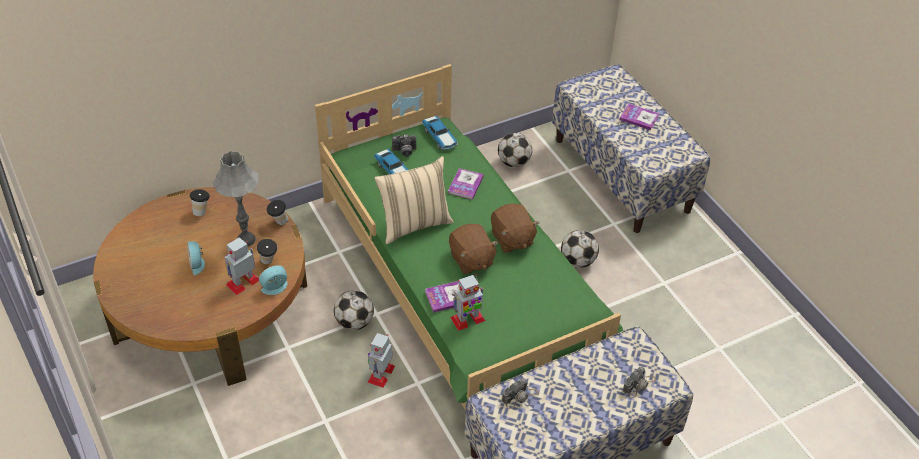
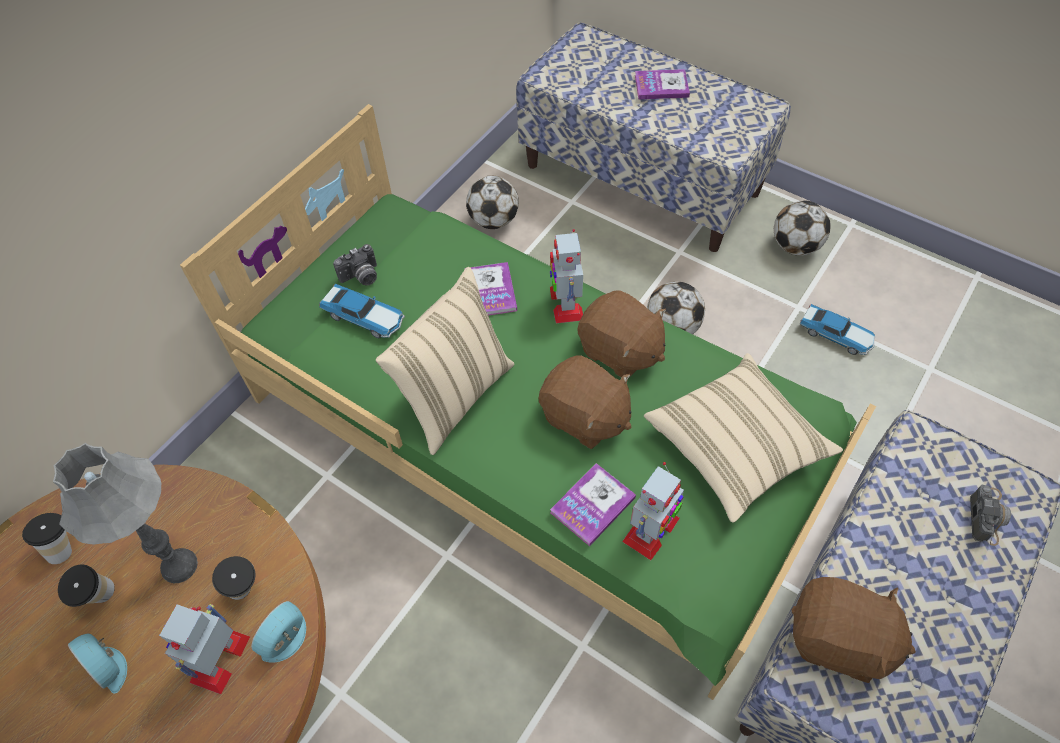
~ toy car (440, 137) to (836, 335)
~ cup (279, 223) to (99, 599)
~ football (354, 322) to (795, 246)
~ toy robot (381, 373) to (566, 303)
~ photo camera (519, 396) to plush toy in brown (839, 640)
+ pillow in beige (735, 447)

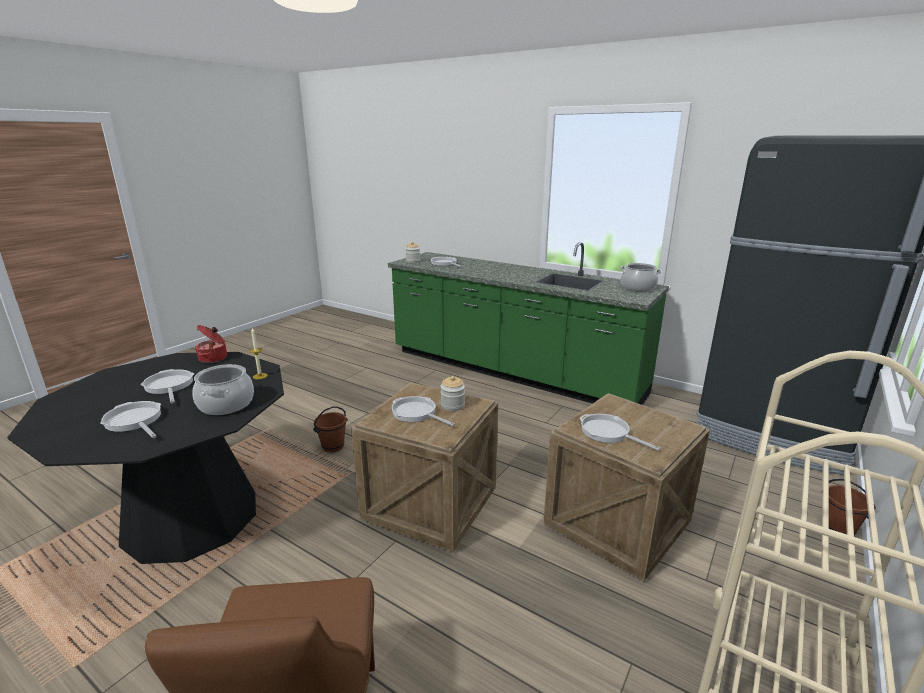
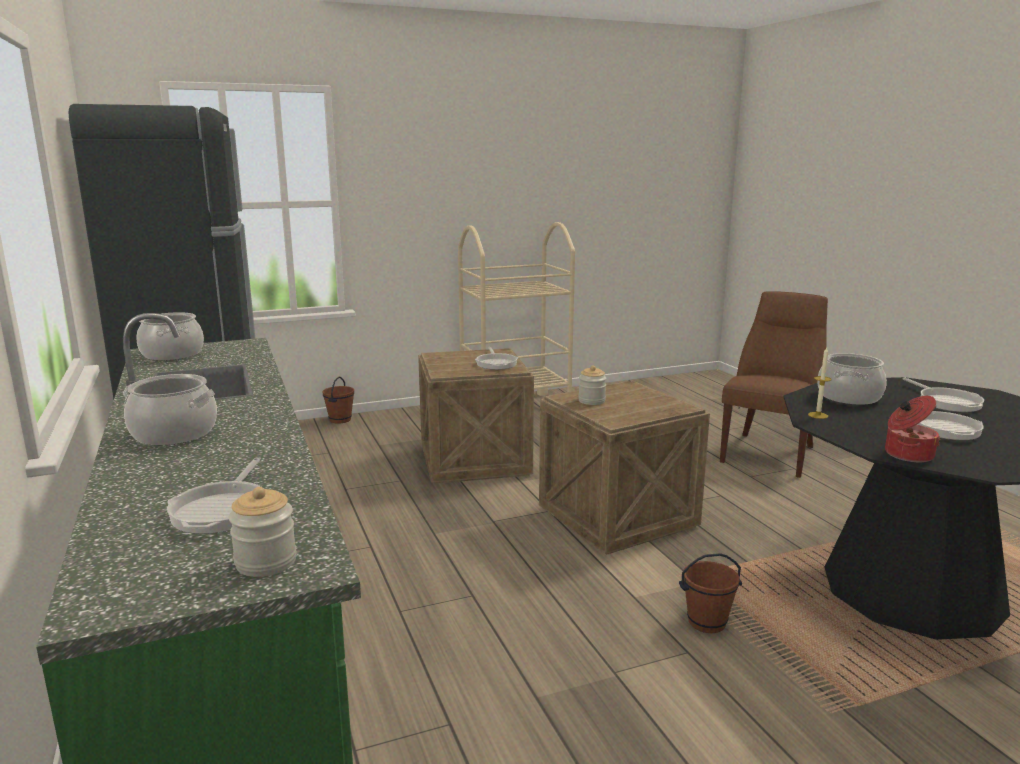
- frying pan (416, 413)
+ cooking pot (174, 433)

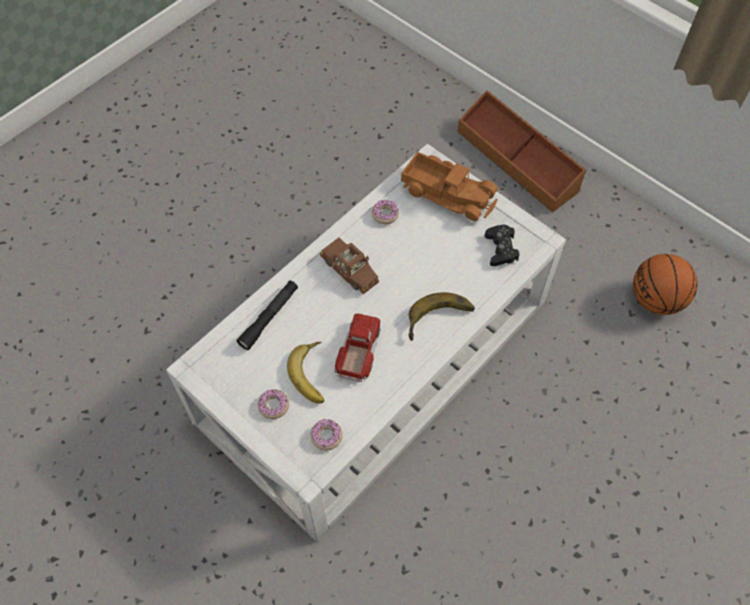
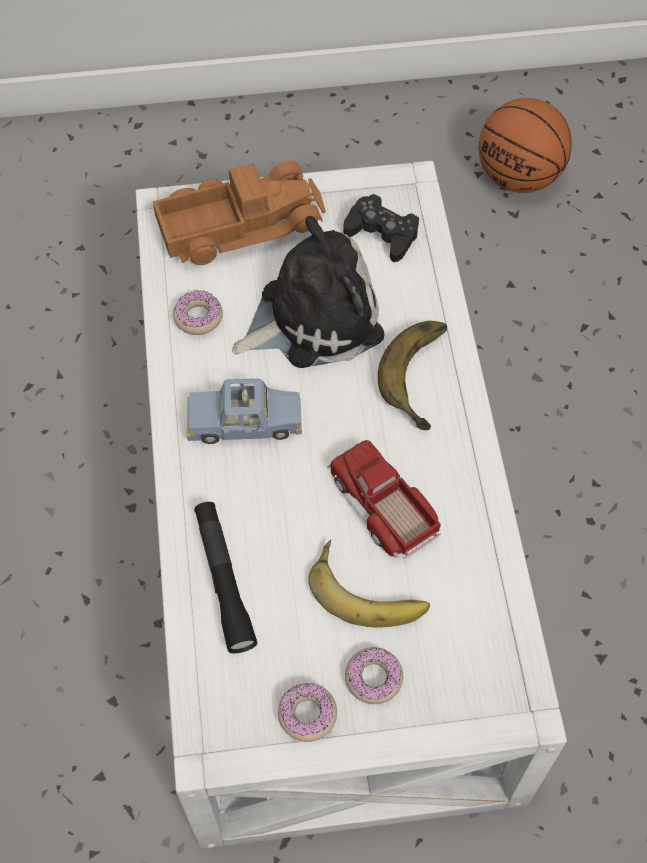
- storage box in brown (517, 160)
~ toy car in brown (350, 269) to toy car in blue (245, 422)
~ donut (326, 436) to (307, 714)
+ plush toy (312, 317)

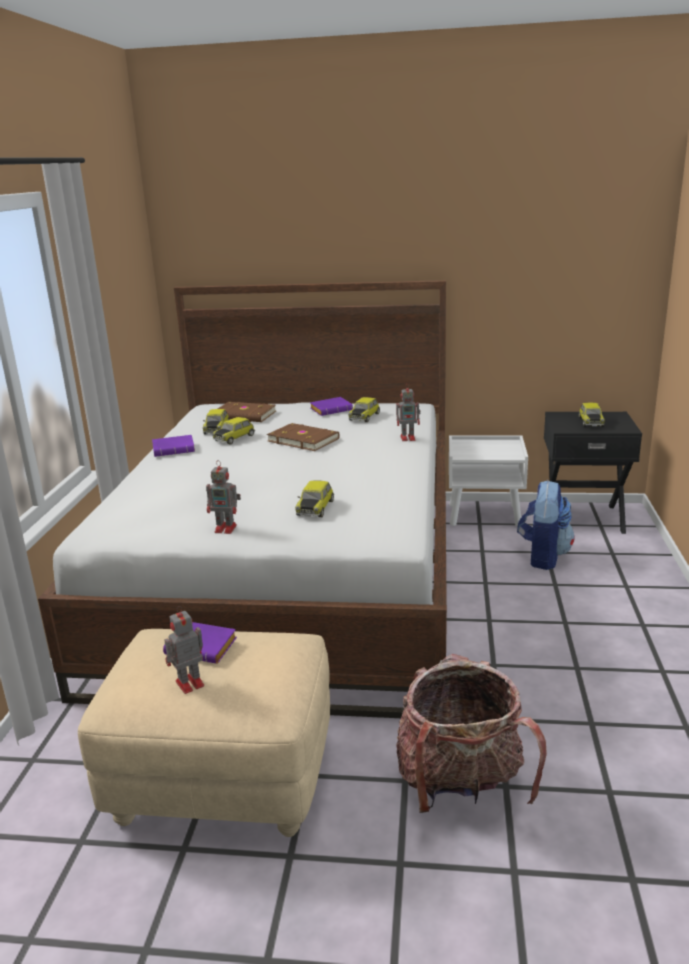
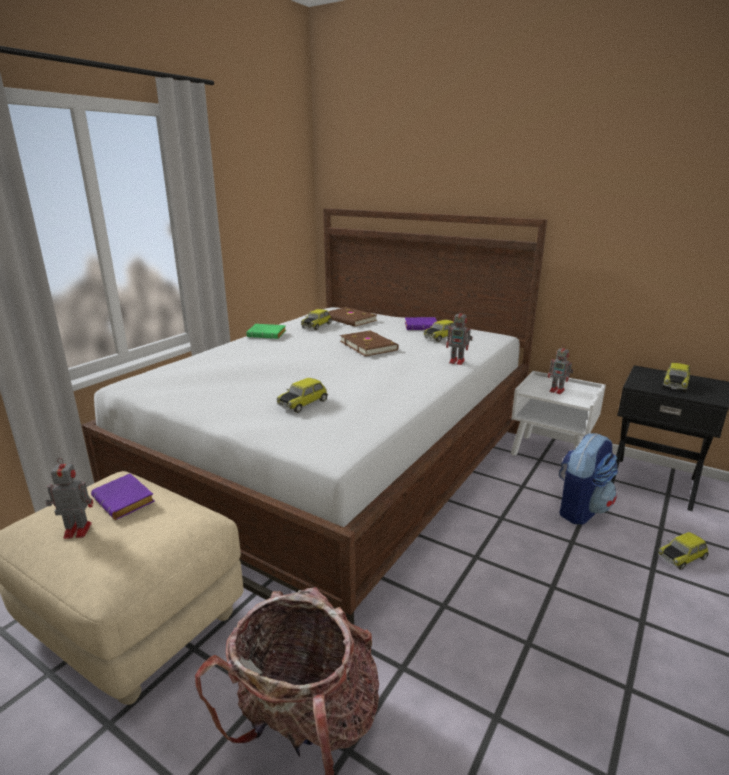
~ toy car (234, 438) to (681, 557)
~ book in purple (175, 449) to book in green (268, 335)
~ toy robot (227, 528) to (557, 391)

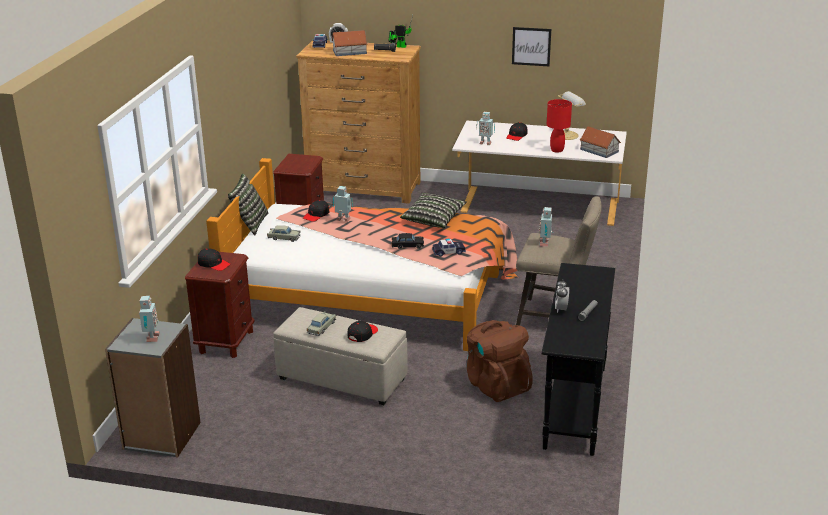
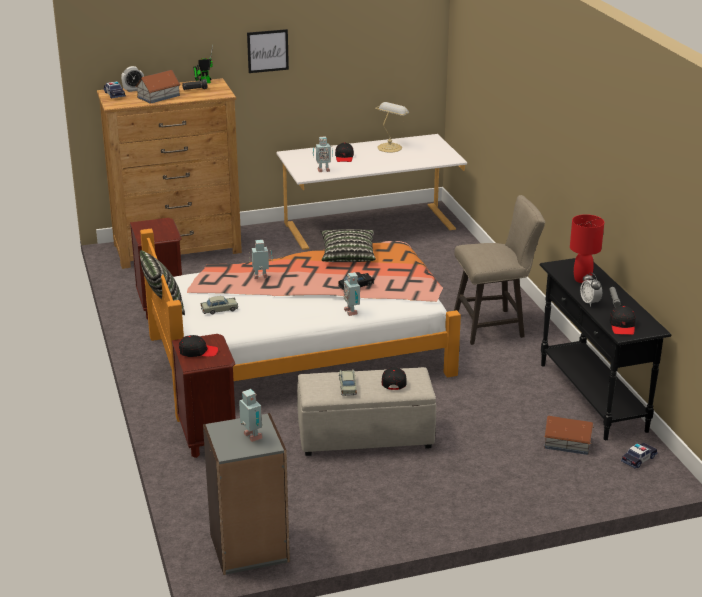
~ picture (531, 46) to (267, 51)
~ table lamp in red (557, 150) to (582, 280)
~ toy house (599, 150) to (567, 443)
~ cap in black (316, 215) to (622, 326)
~ toy robot (545, 243) to (352, 311)
~ toy car (448, 252) to (639, 459)
- backpack in brown (496, 385)

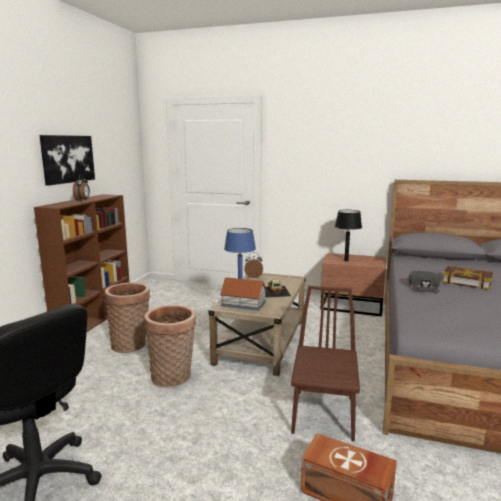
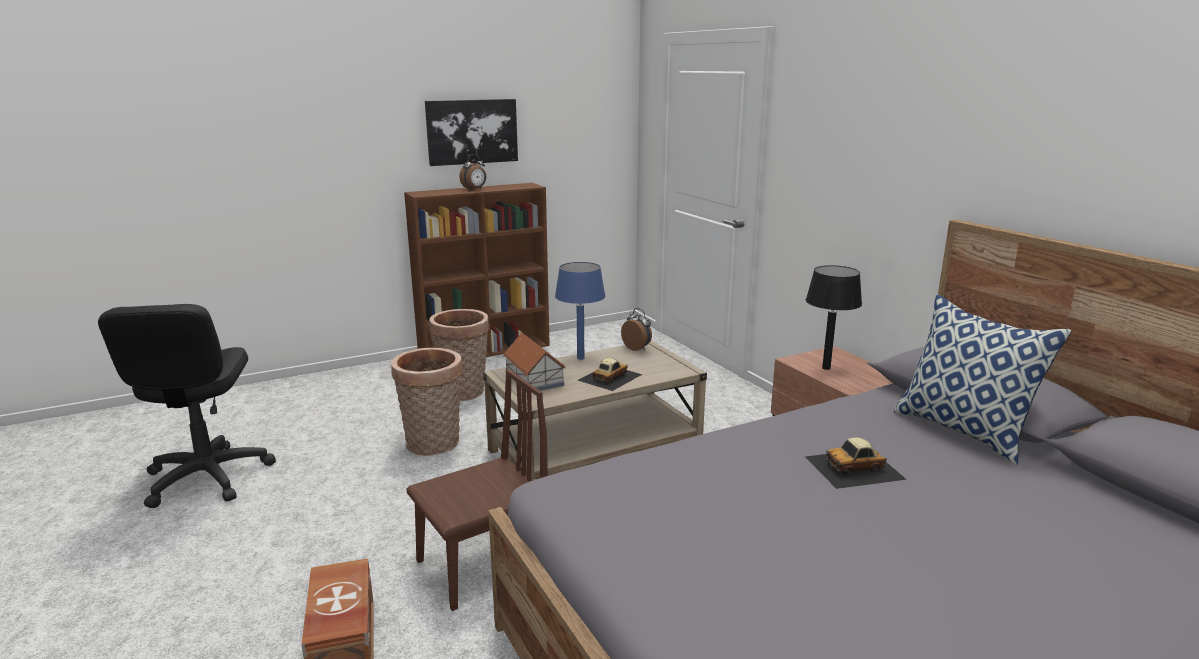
~ book (466, 281) to toy car (854, 468)
- cap in black (424, 286)
+ pillow (964, 431)

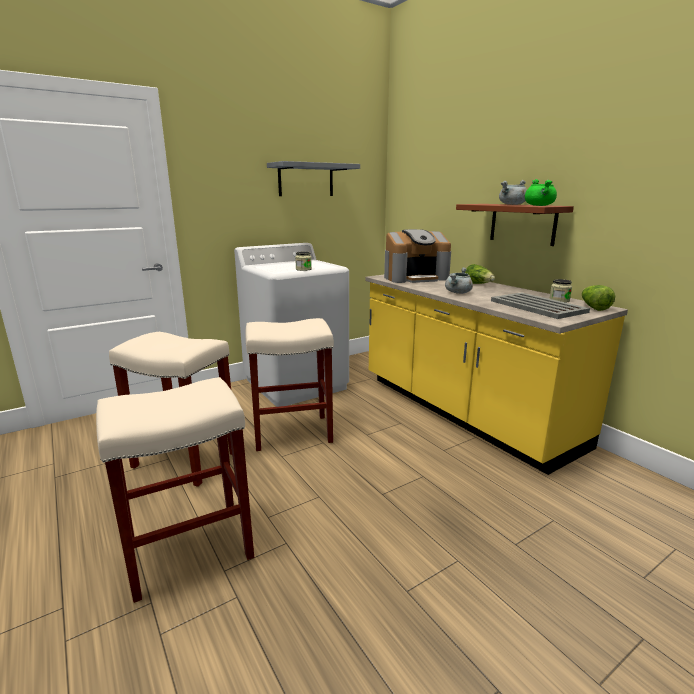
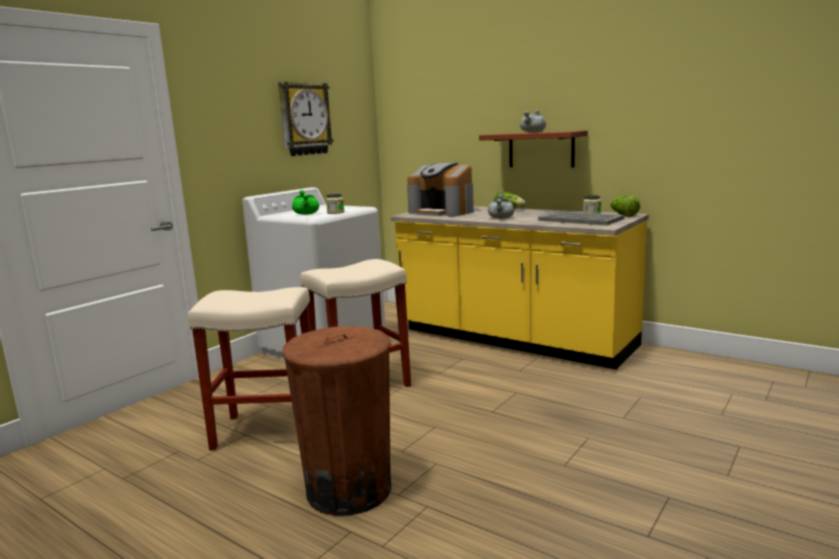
~ shelf in grey (306, 180) to wall clock (304, 119)
~ cooking pot in green (539, 205) to (306, 214)
~ coffee machine (415, 278) = (442, 212) 75 degrees clockwise
~ stool in beige (191, 548) to trash can in brown (349, 489)

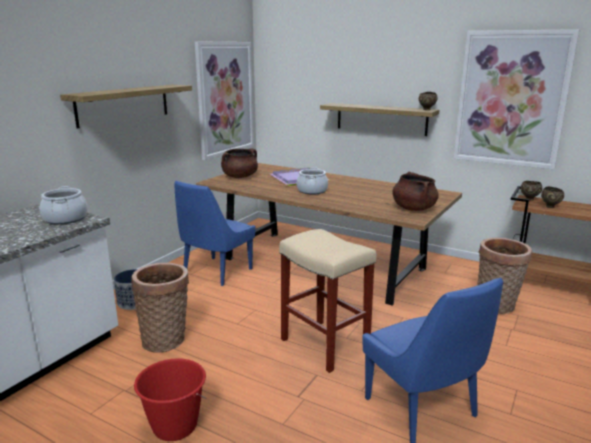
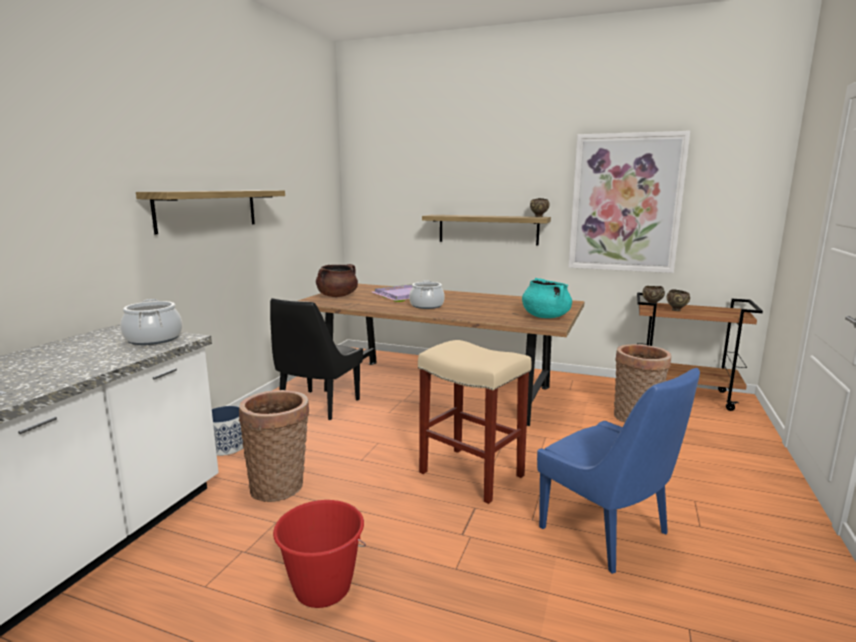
- picture (225, 99)
~ cooking pot in brown (413, 208) to cooking pot in turquoise (545, 316)
~ chair in blue (215, 272) to chair in black (317, 406)

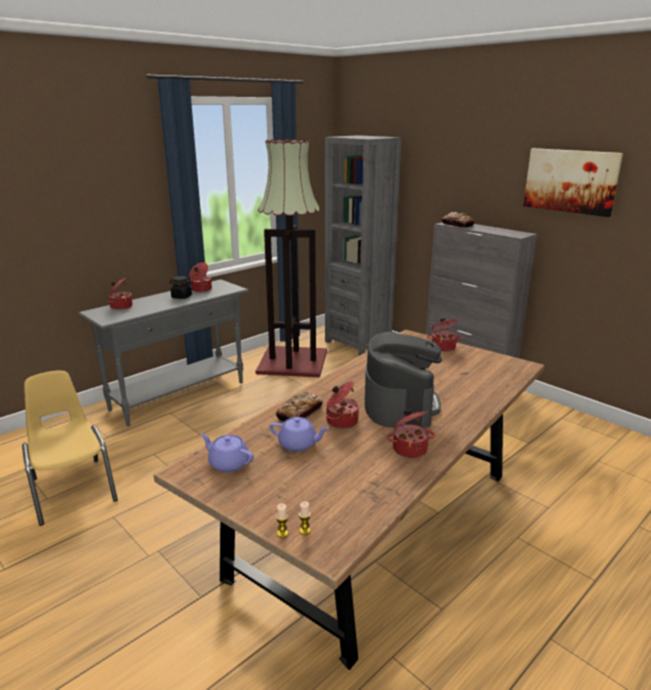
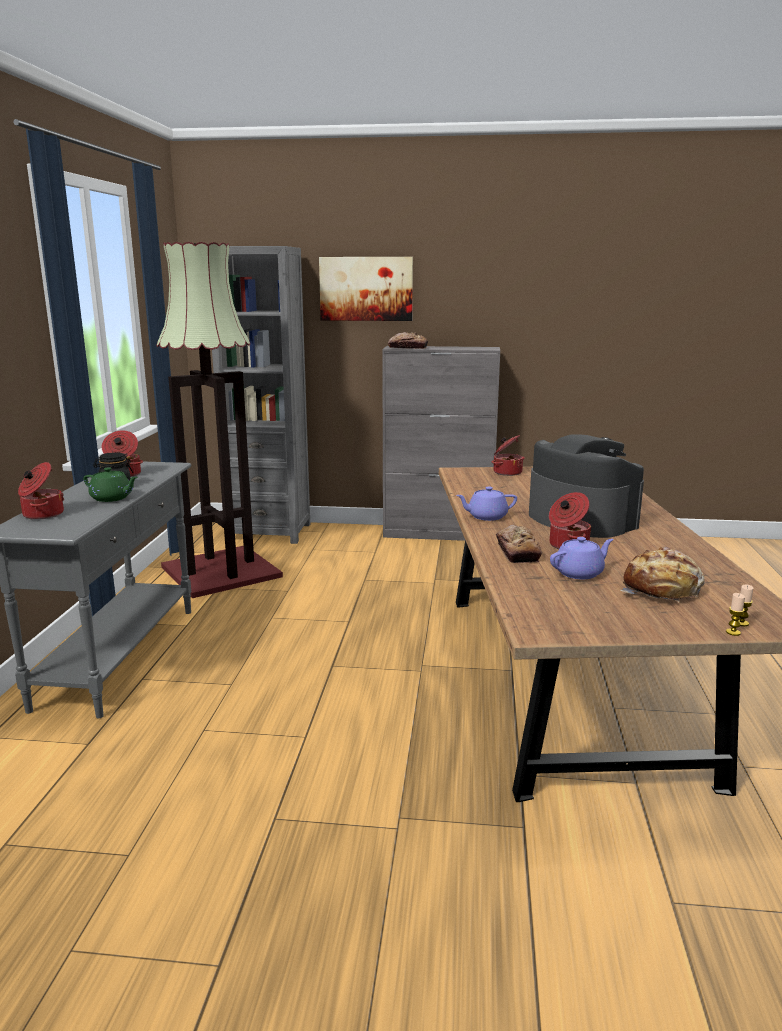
~ picture (570, 181) to (366, 289)
- chair in yellow (73, 489)
- cooking pot (409, 449)
~ teapot in purple (228, 463) to (486, 517)
+ teapot in green (112, 498)
+ bread (661, 590)

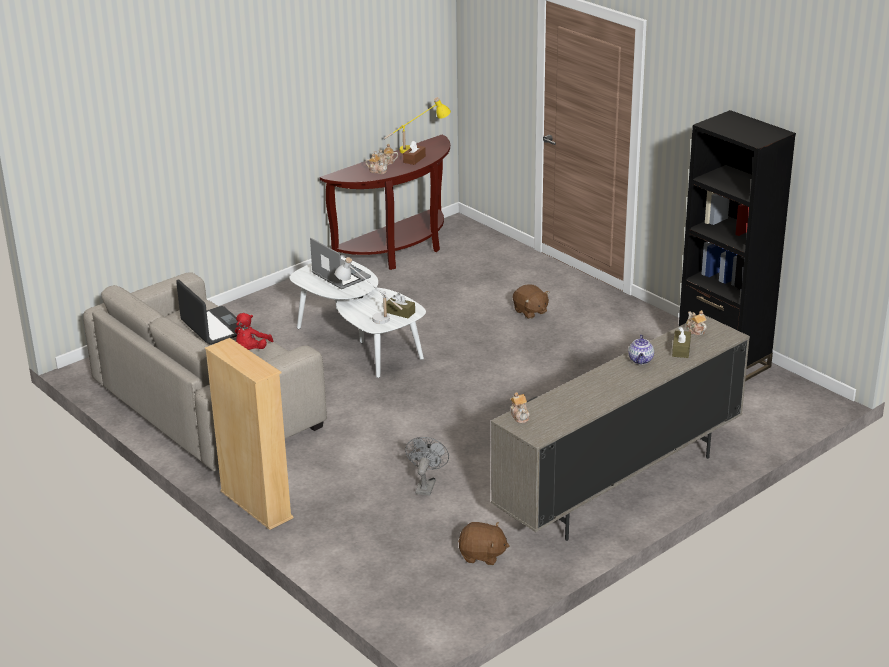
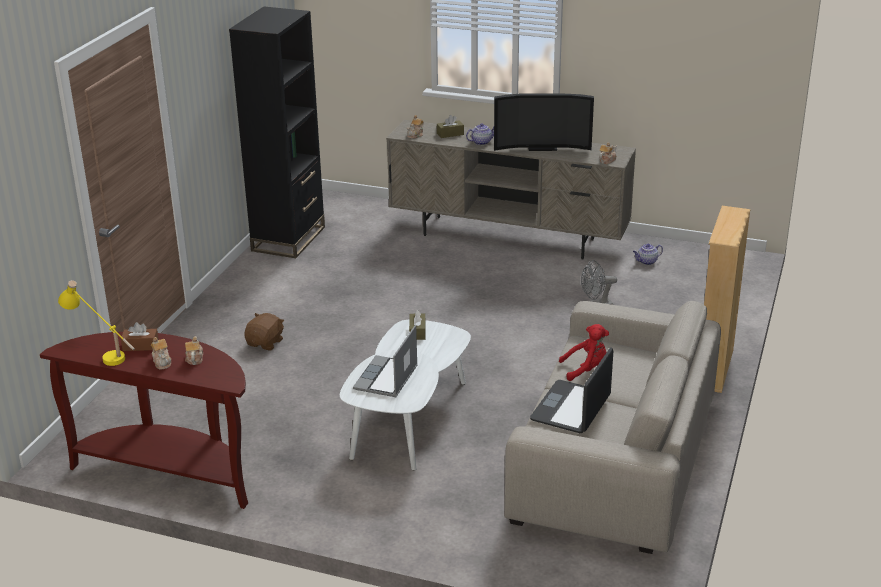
- table lamp in white (370, 316)
~ plush toy in brown (482, 555) to teapot (646, 262)
+ television (541, 147)

